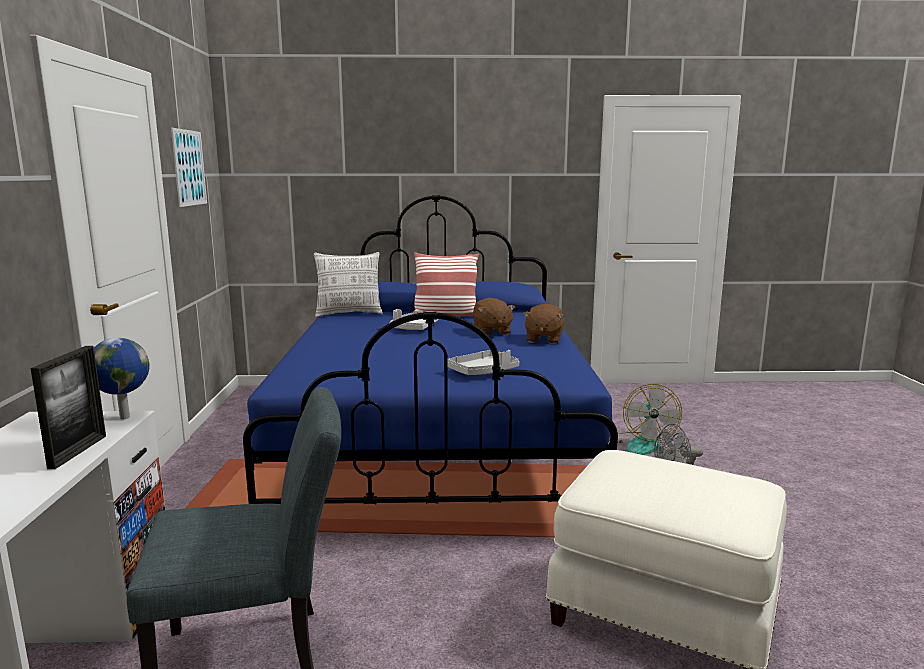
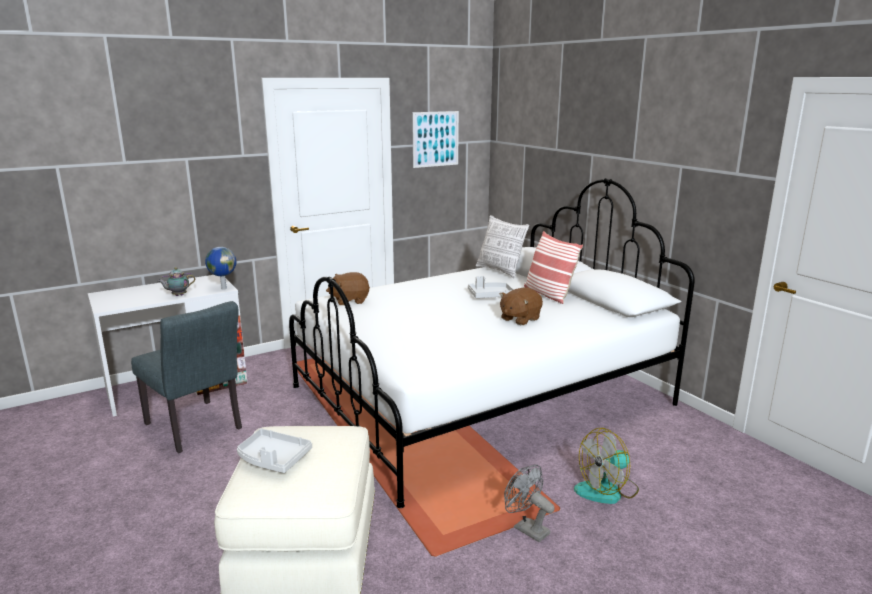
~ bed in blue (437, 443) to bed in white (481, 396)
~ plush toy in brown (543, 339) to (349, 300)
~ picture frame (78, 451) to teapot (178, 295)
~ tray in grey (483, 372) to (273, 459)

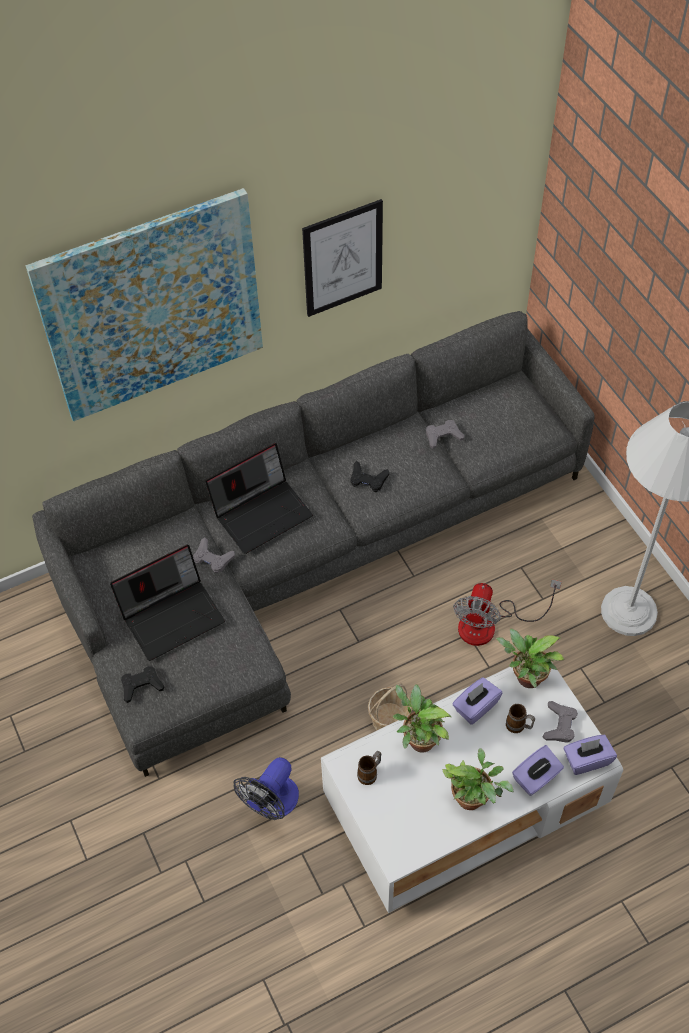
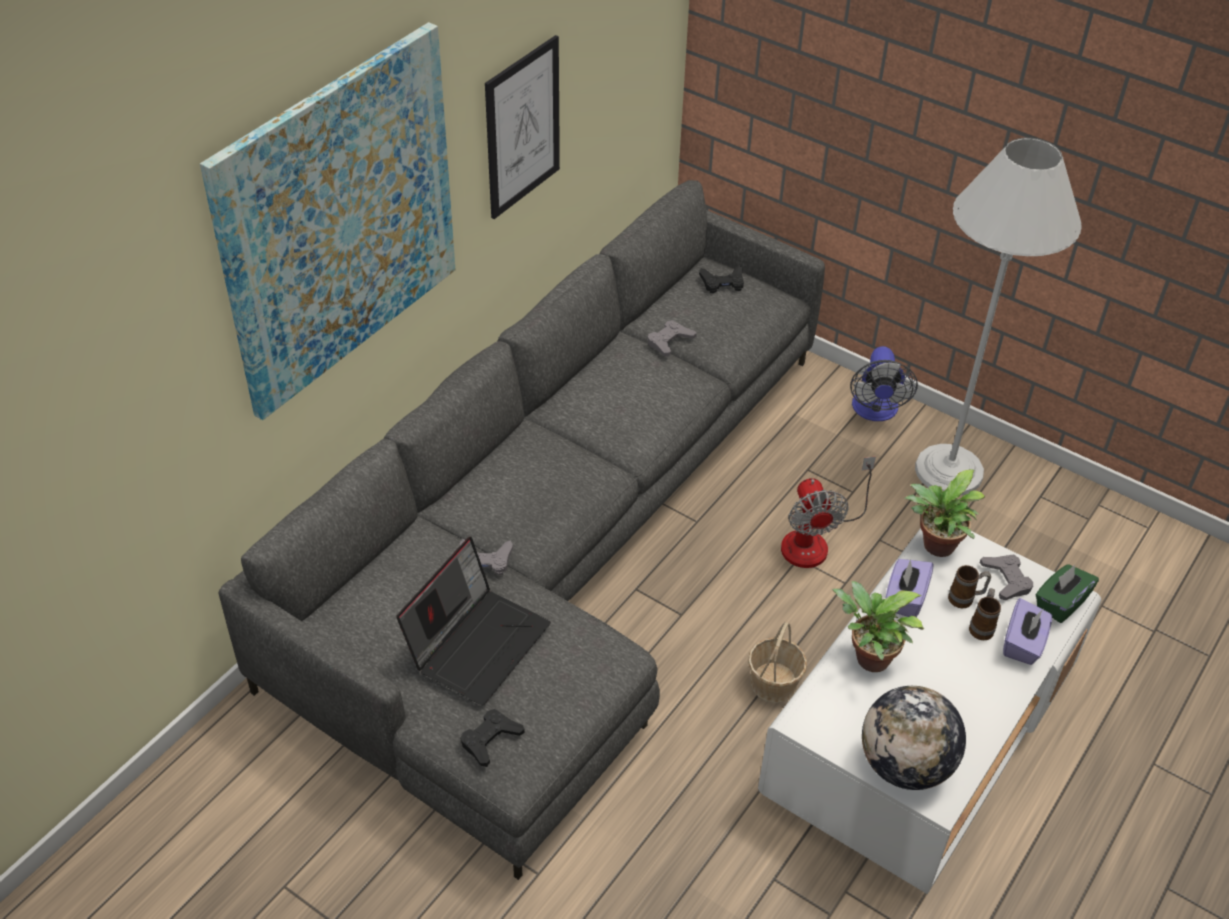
- laptop (262, 512)
~ game controller in black (368, 479) to (722, 283)
~ tissue box in purple (587, 760) to tissue box in green (1060, 603)
- potted plant (473, 798)
~ mug (370, 773) to (982, 626)
~ fan (272, 804) to (875, 411)
+ globe (905, 765)

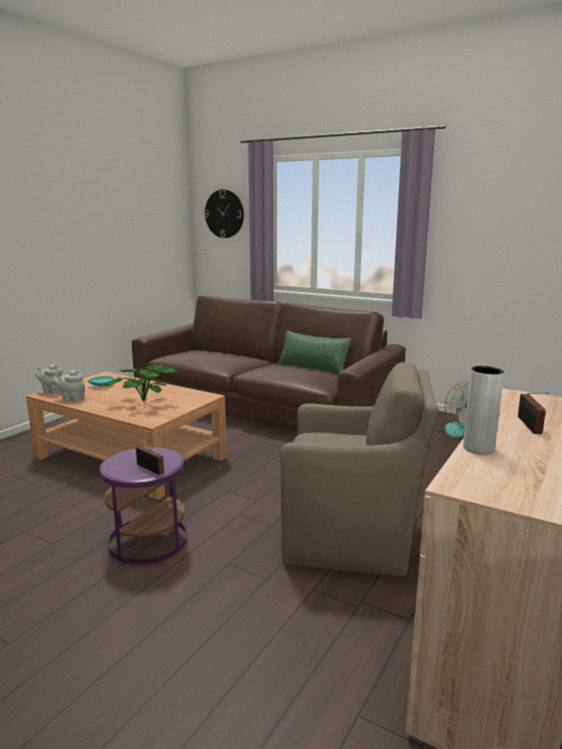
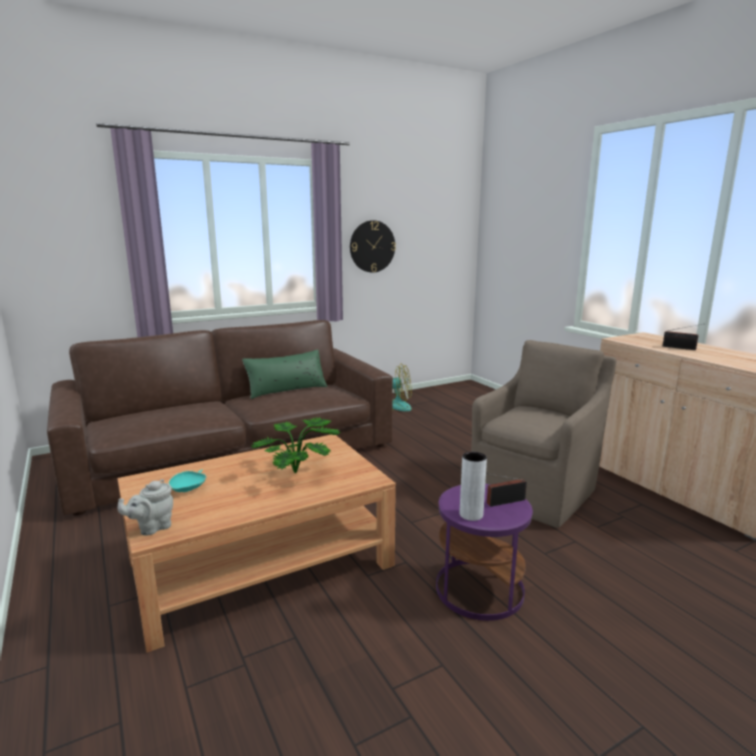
~ wall clock (224, 214) to (372, 246)
~ vase in grey (478, 448) to (471, 514)
- teapot in grey (72, 398)

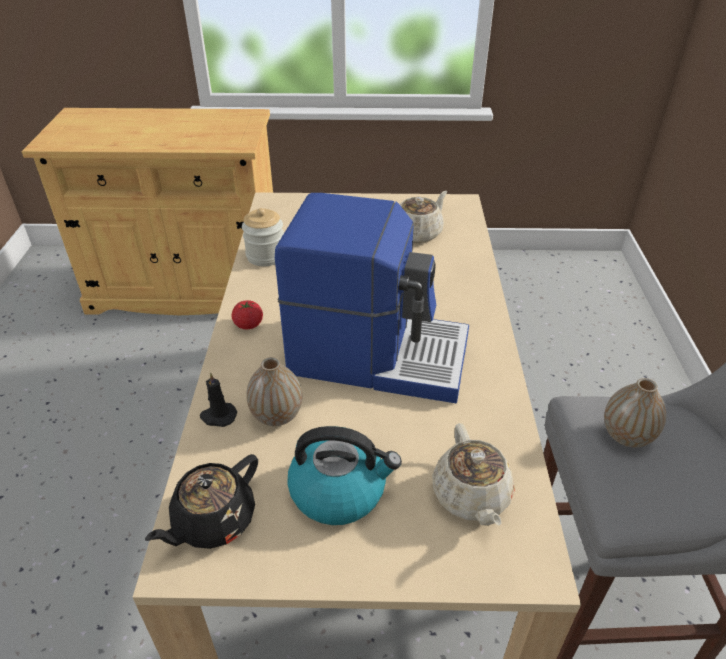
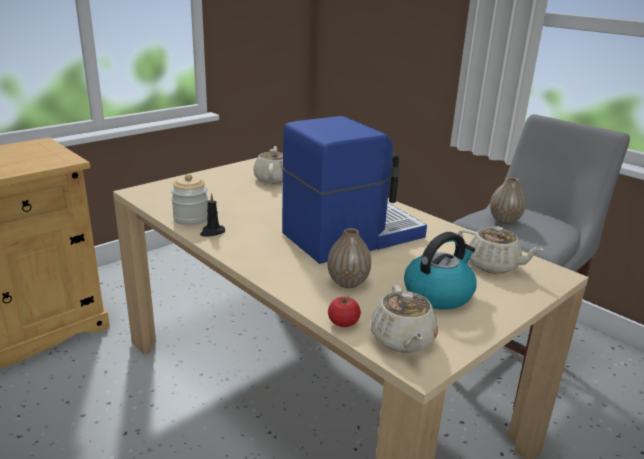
~ tomato (248, 324) to (343, 323)
~ candle in black (218, 416) to (212, 232)
~ teapot in black (213, 521) to teapot in beige (402, 340)

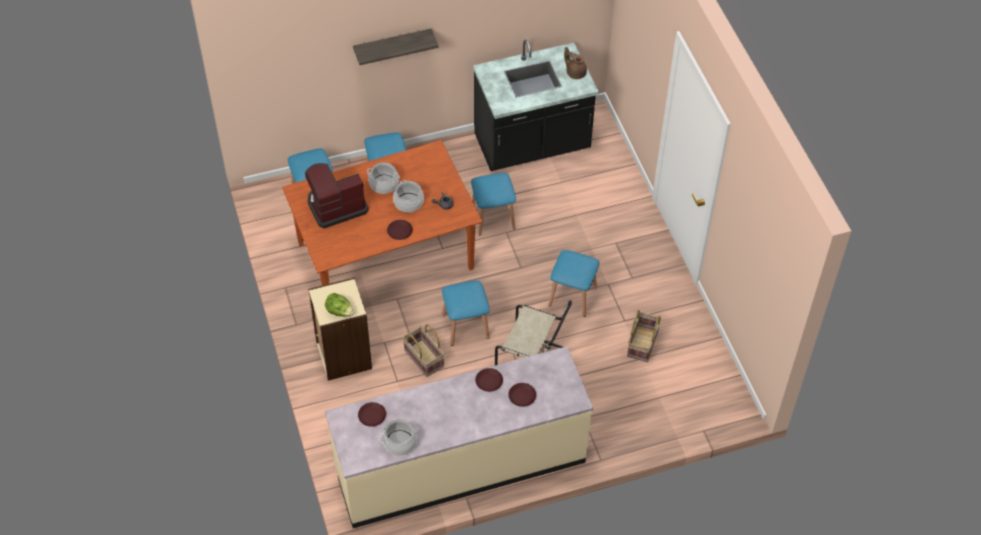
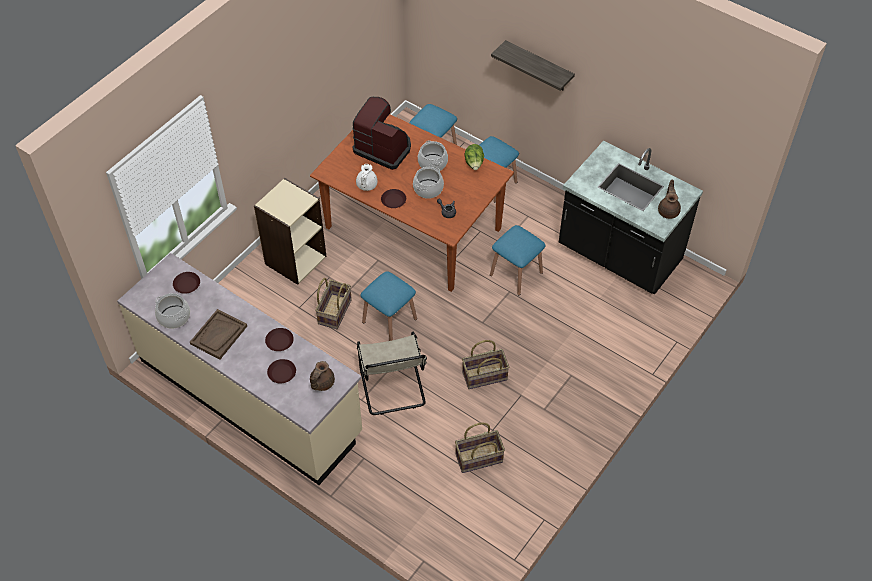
~ stool in blue (572, 296) to basket (484, 376)
~ lettuce (339, 311) to (474, 164)
+ teapot in white (366, 185)
+ tray in brown (219, 335)
+ teapot in brown (321, 383)

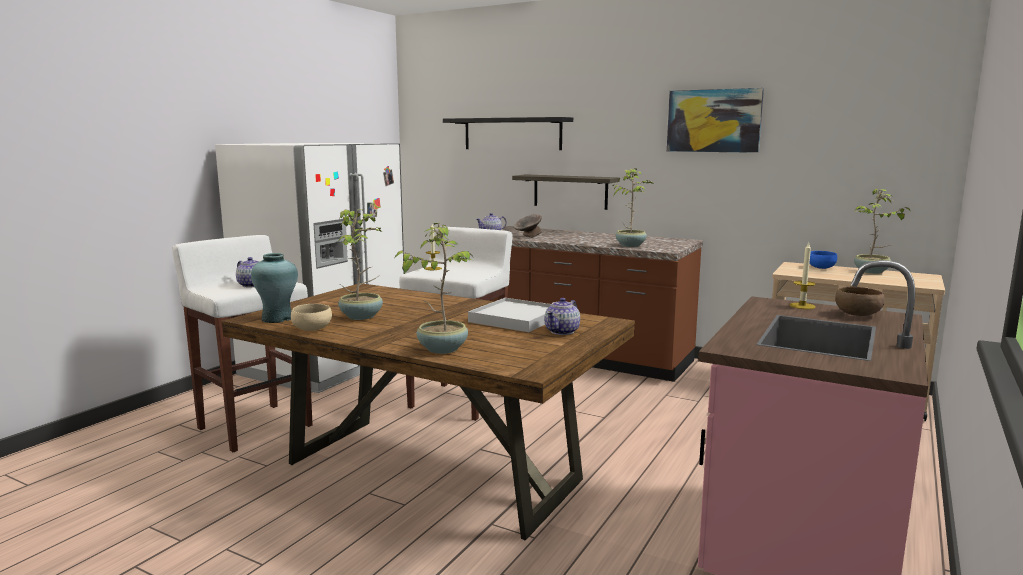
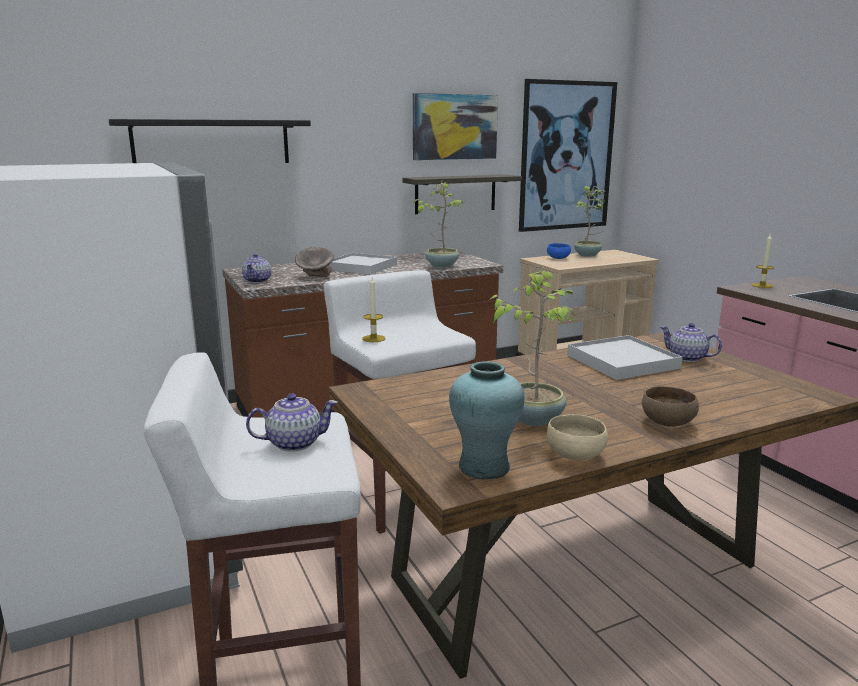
~ shelf (570, 191) to (455, 194)
- potted plant (442, 349)
~ bowl in brown (857, 314) to (666, 422)
~ teapot (562, 331) = (687, 358) 150 degrees clockwise
+ picture (566, 156)
+ tray in white (361, 267)

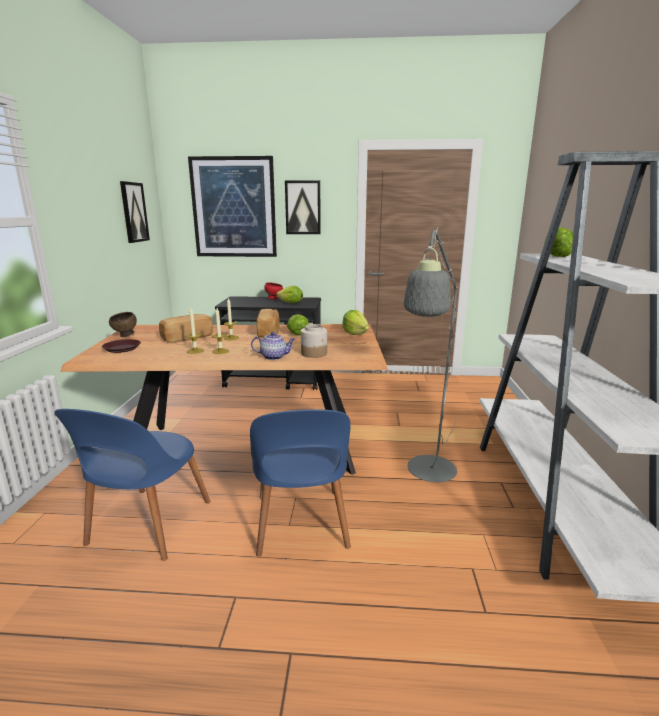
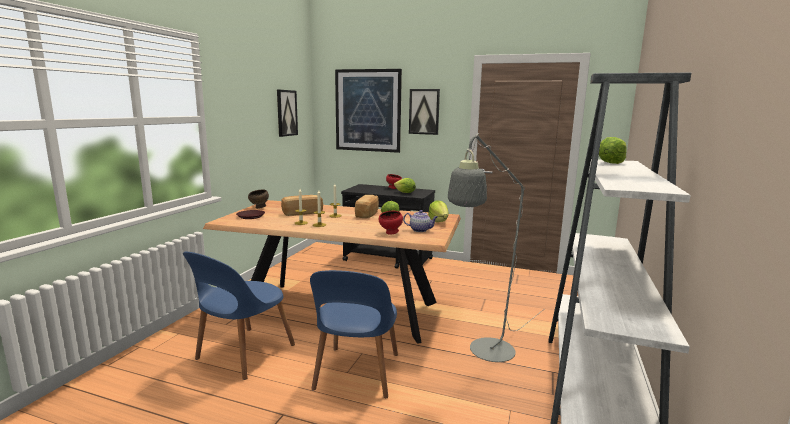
~ jar (314, 353) to bowl in red (391, 233)
~ teapot (274, 357) to (420, 230)

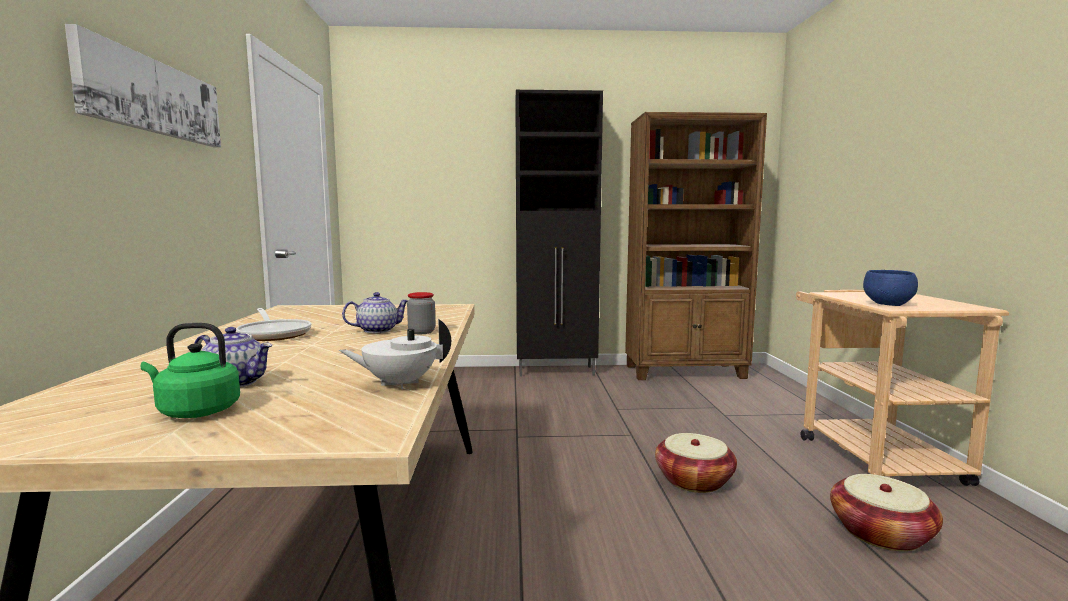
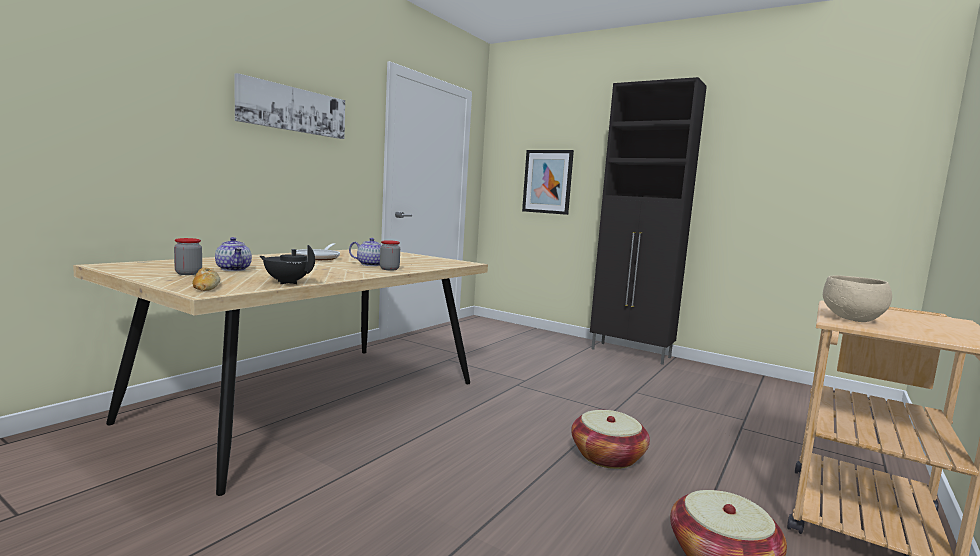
- bookcase in brown (686, 372)
~ bowl in blue (889, 305) to bowl in beige (853, 320)
~ teapot in white (399, 383) to teapot in black (287, 282)
~ kettle in green (195, 411) to jar (188, 273)
+ picture (547, 181)
+ bread (205, 284)

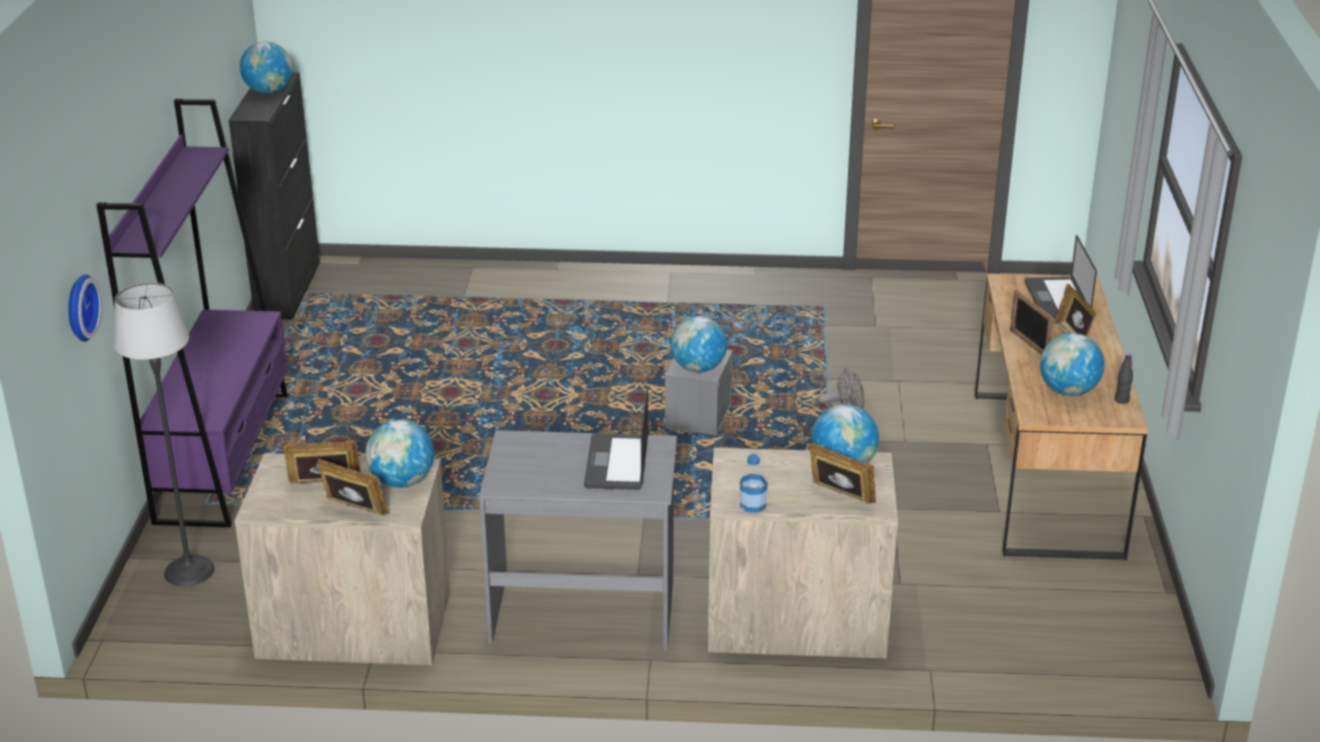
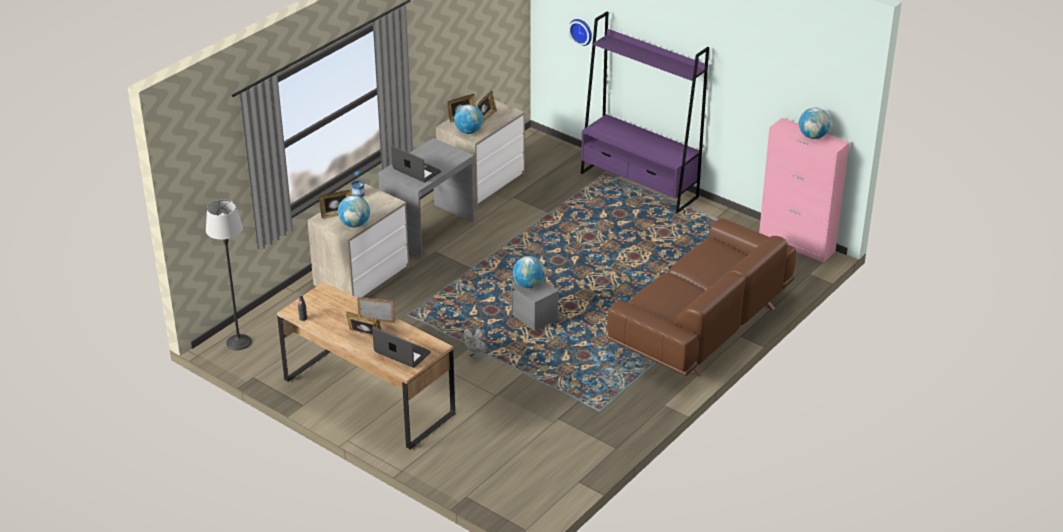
~ cabinet in black (288, 289) to cabinet in pink (797, 244)
~ floor lamp (189, 571) to (239, 342)
- globe (1068, 391)
+ sofa in brown (700, 325)

